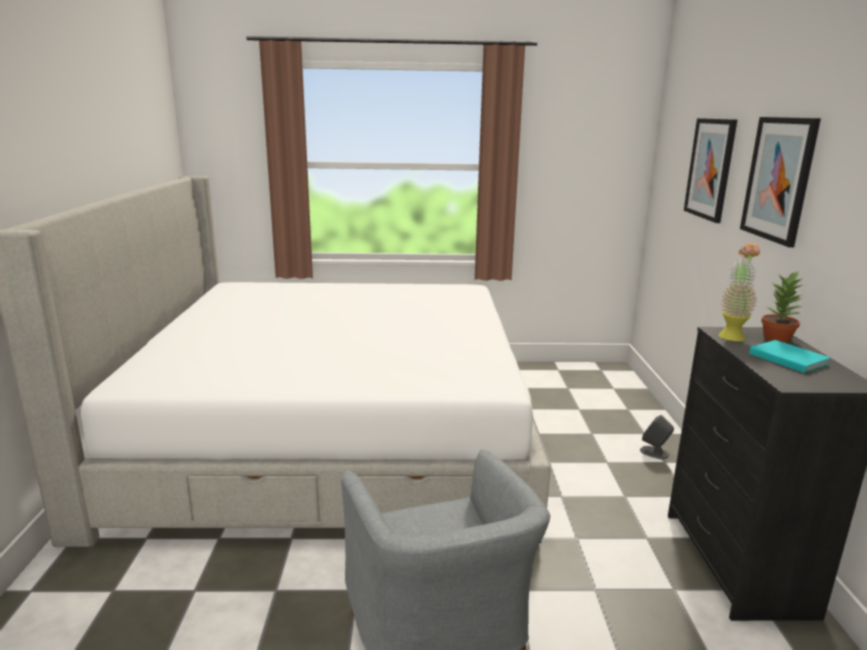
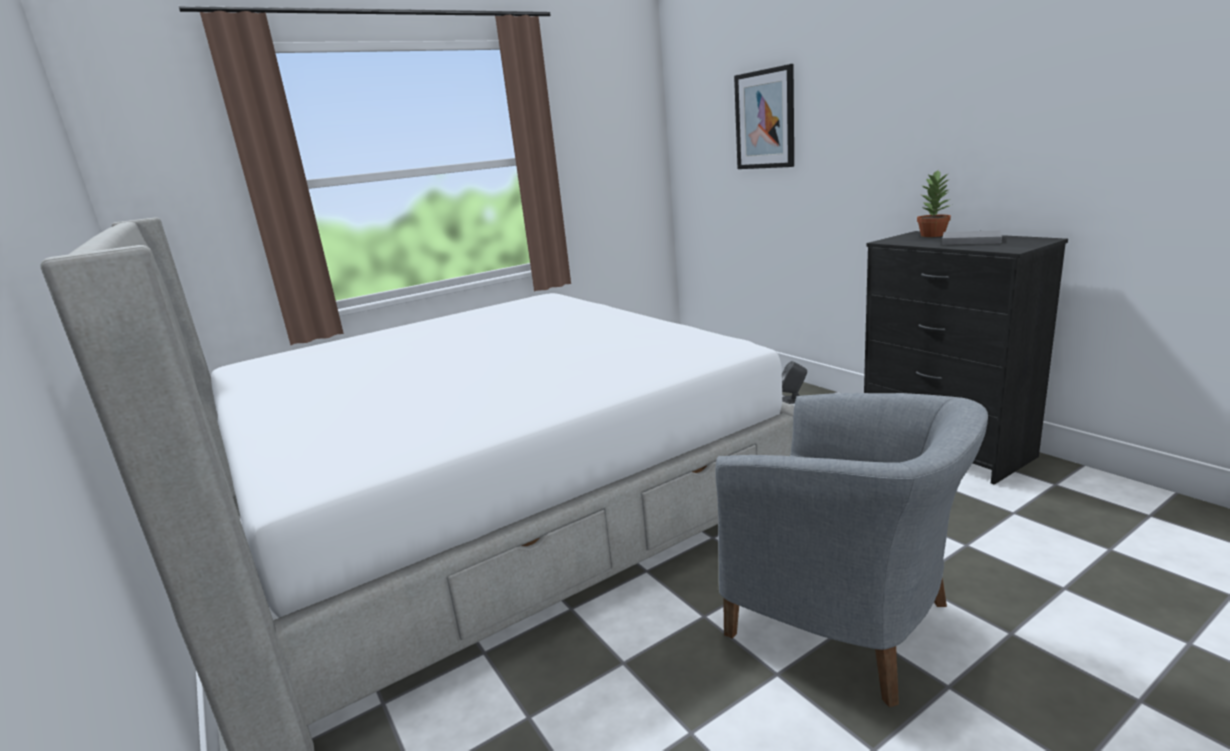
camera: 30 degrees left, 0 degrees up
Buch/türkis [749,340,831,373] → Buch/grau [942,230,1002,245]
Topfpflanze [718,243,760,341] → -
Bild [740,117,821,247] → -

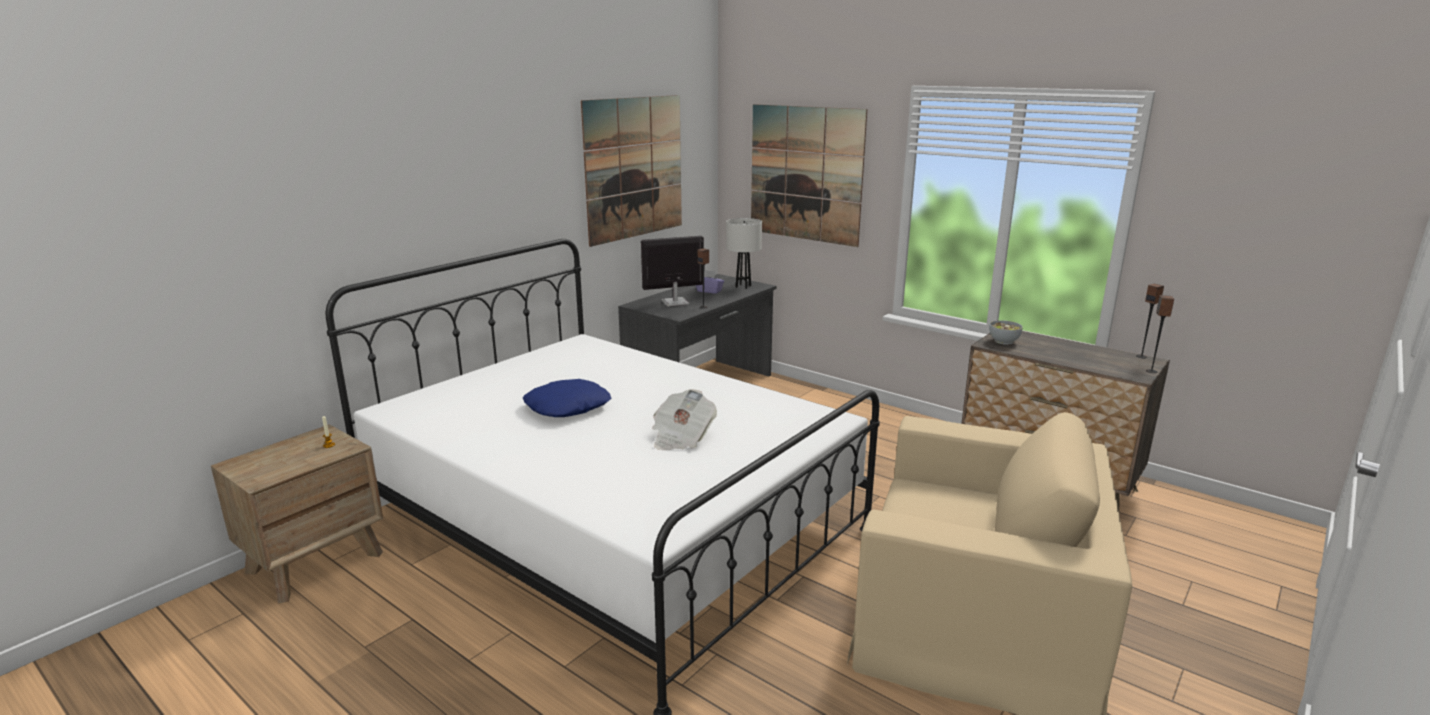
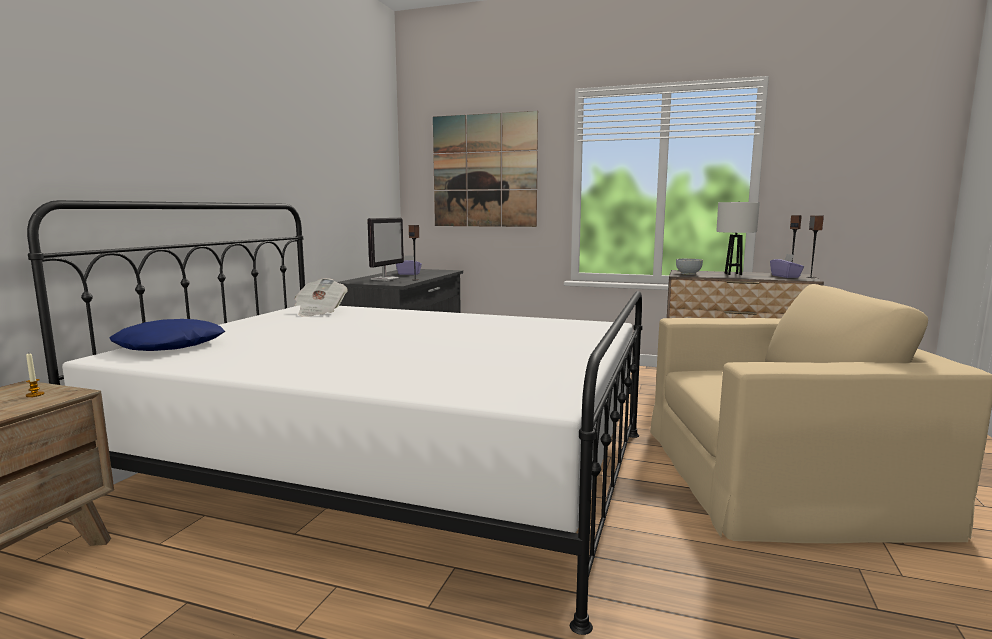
camera: 20 degrees left, 10 degrees down
Kissen/blau [523,379,612,417] → Kissen/blau [109,319,225,351], move
Zeitung [652,389,717,451] → Zeitung [295,278,348,317], move
Monitor [641,236,704,307] → Monitor [367,218,404,281], 150 degrees clockwise
Tischlampe/weiß [726,218,762,289] → Tischlampe/weiß [716,202,760,275], move
- → Taschentuchbox/lila [770,254,804,278]
Bild [581,95,682,247] → -

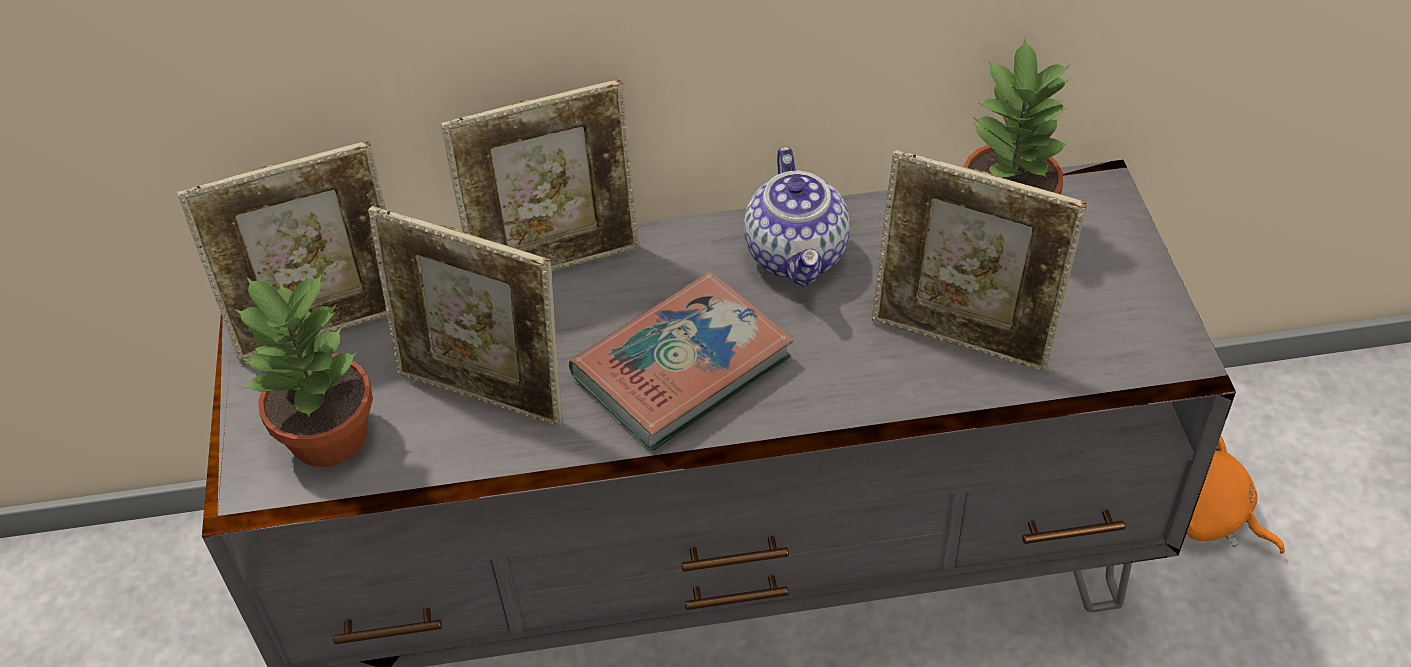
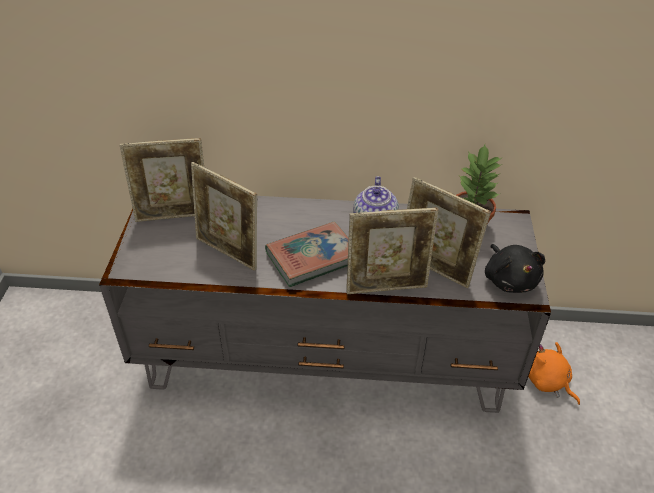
camera: 10 degrees right, 5 degrees down
Bilderrahmen [441,79,640,272] → Bilderrahmen [346,208,439,294], move
- → Plüschtier/schwarz [485,244,545,293]
Topfpflanze [234,273,373,467] → -

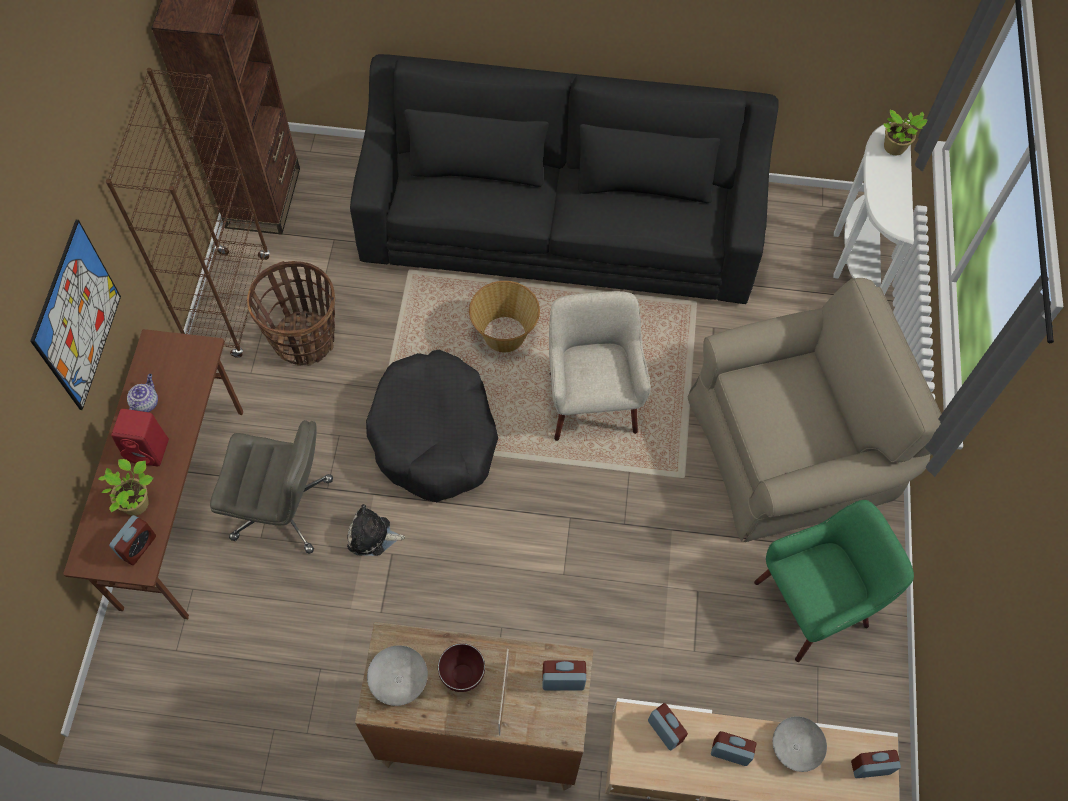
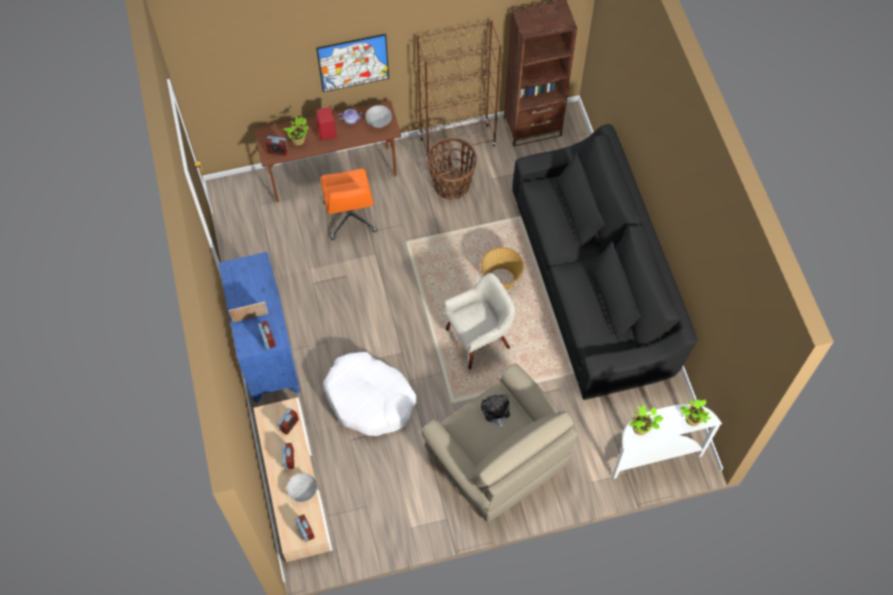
camera: 70 degrees right, 0 degrees up
Kommode/braun [355,622,594,791] → Kommode/blau [218,252,300,403]
Bürostuhl/grau [210,420,333,554] → Bürostuhl/orange [321,169,377,240]
- → Hundebett/weiß [323,352,417,436]
Schüssel/grau [367,645,428,706] → Schüssel/grau [365,105,392,128], move
Plüschtier [347,504,405,556] → Plüschtier [481,394,510,429], move
- → Topfpflanze [630,404,664,435]
Hundebett/schwarz [366,350,498,502] → -
Schüssel/braun [438,643,485,692] → -
Sessel/grün [754,500,914,662] → -

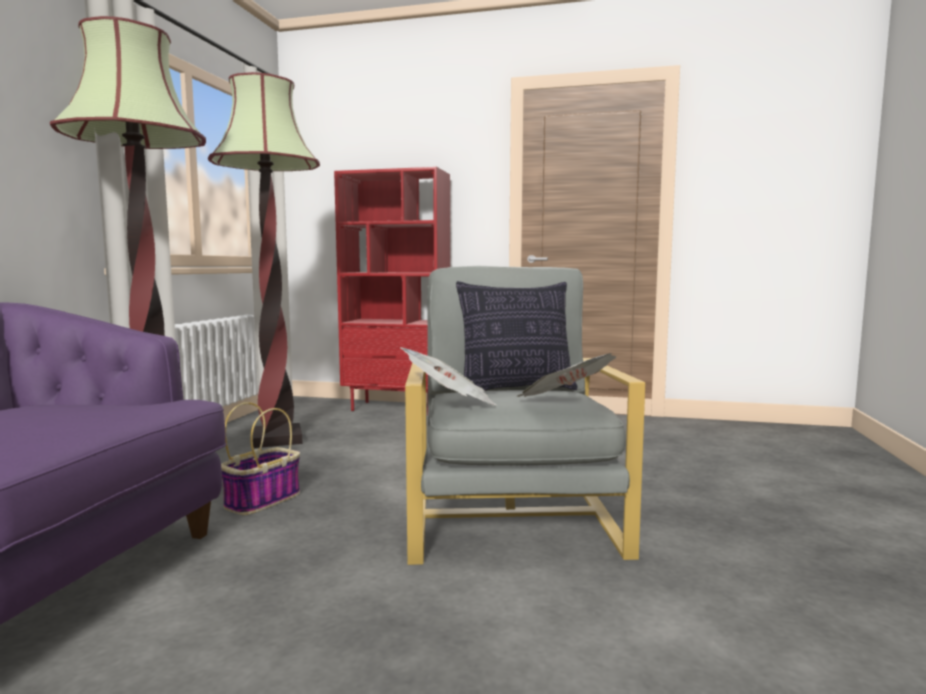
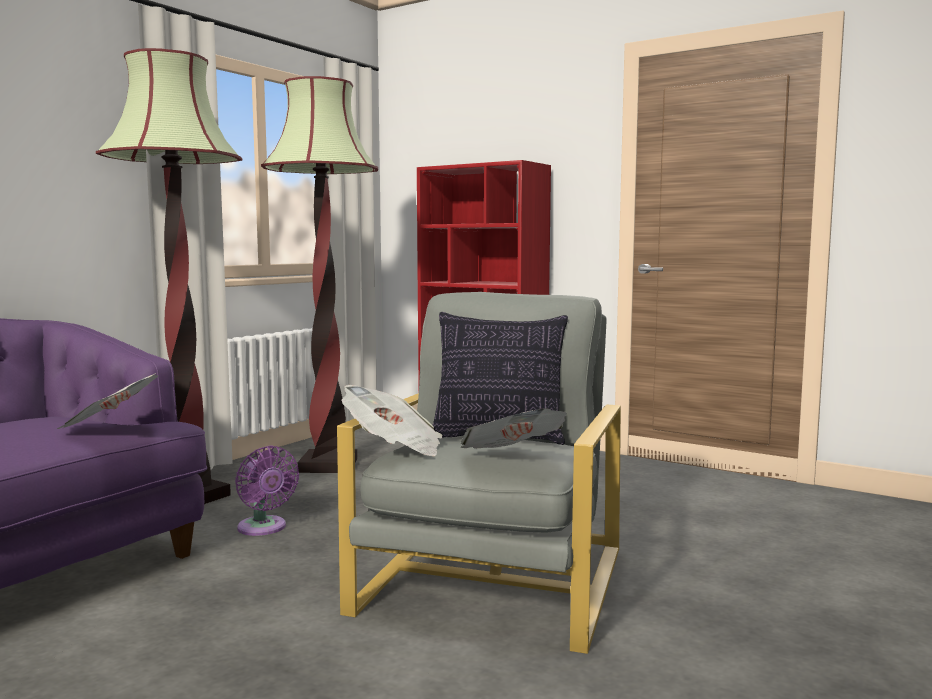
camera: 20 degrees right, 0 degrees up
- → Zeitung [57,373,159,429]
Korb [221,402,300,515] → Ventilator/lila [235,446,299,536]

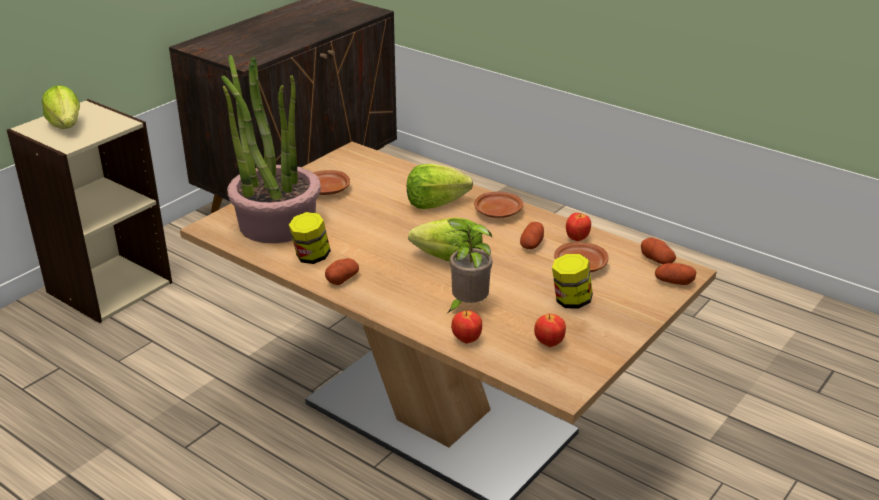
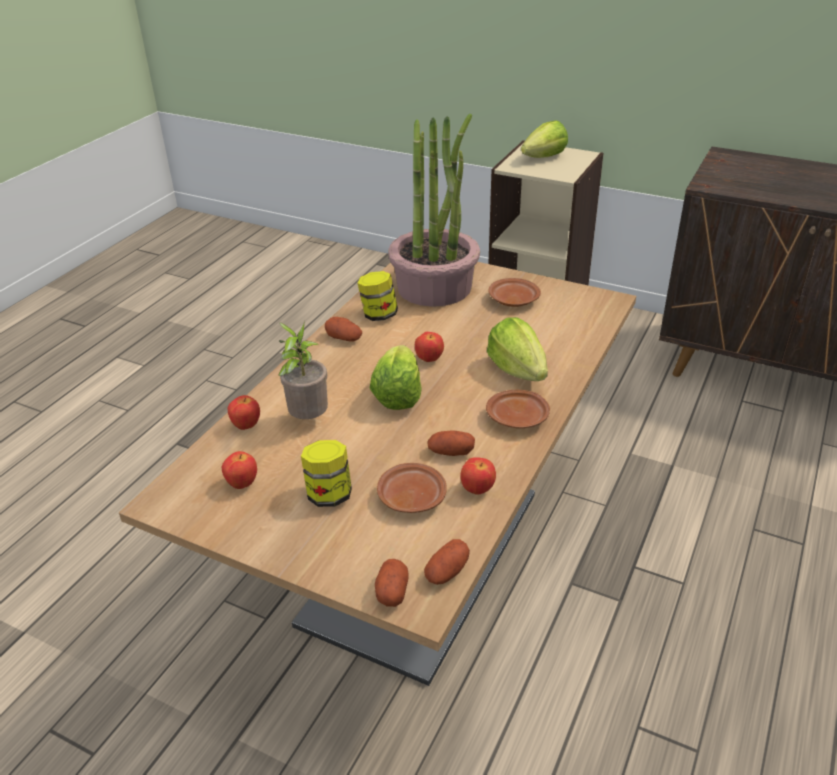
camera: 80 degrees right, 5 degrees up
- → Apfel [415,332,444,362]

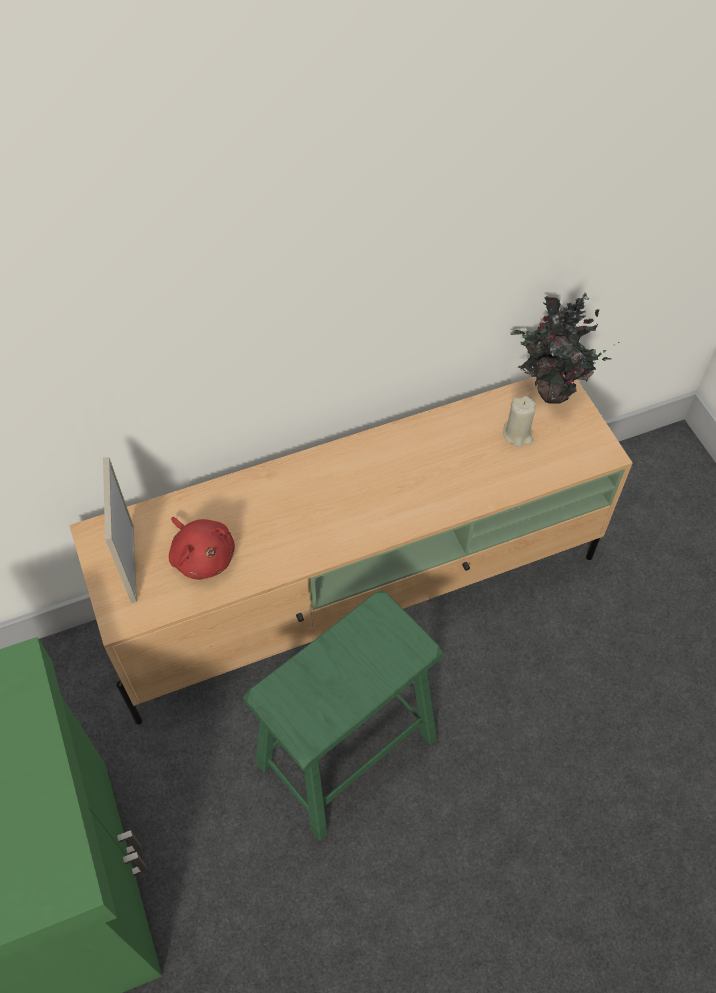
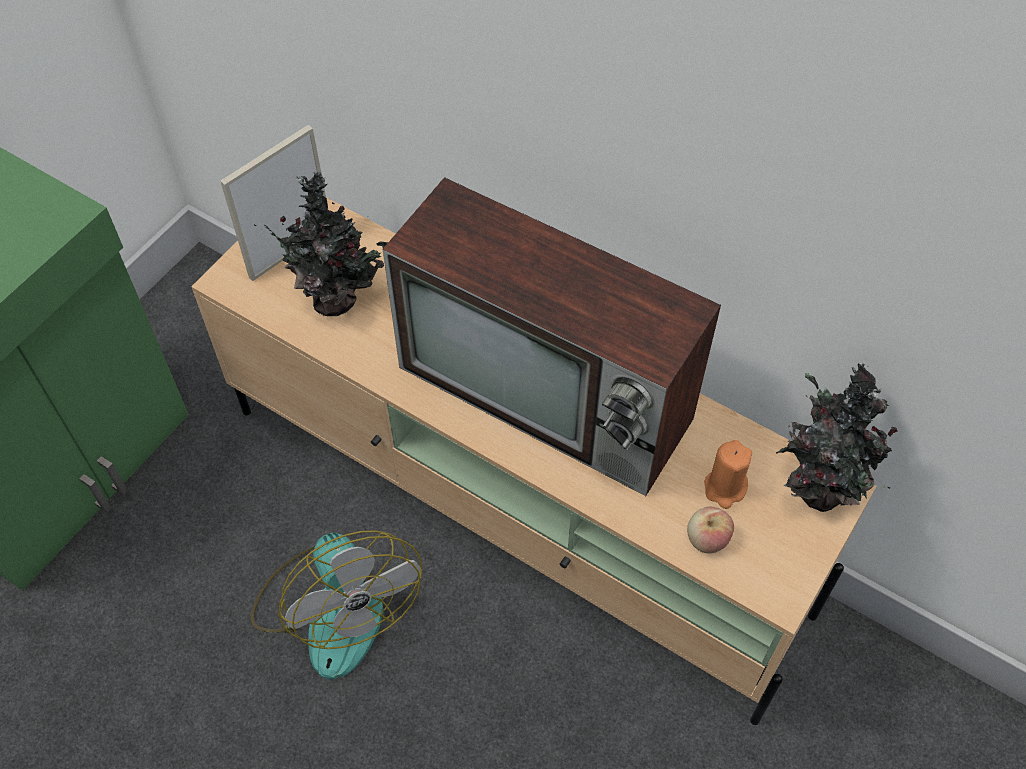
camera: 55 degrees right, 0 degrees up
Hocker/grün [243,590,443,840] → Ventilator [250,530,422,680]
Plüschtier/rot [169,517,235,580] → Topfpflanze [254,172,388,316]
- → Fernseher [383,177,721,496]
- → Apfel [687,507,734,553]
Kerze/beige [503,396,536,447] → Kerze/orange [704,440,752,509]

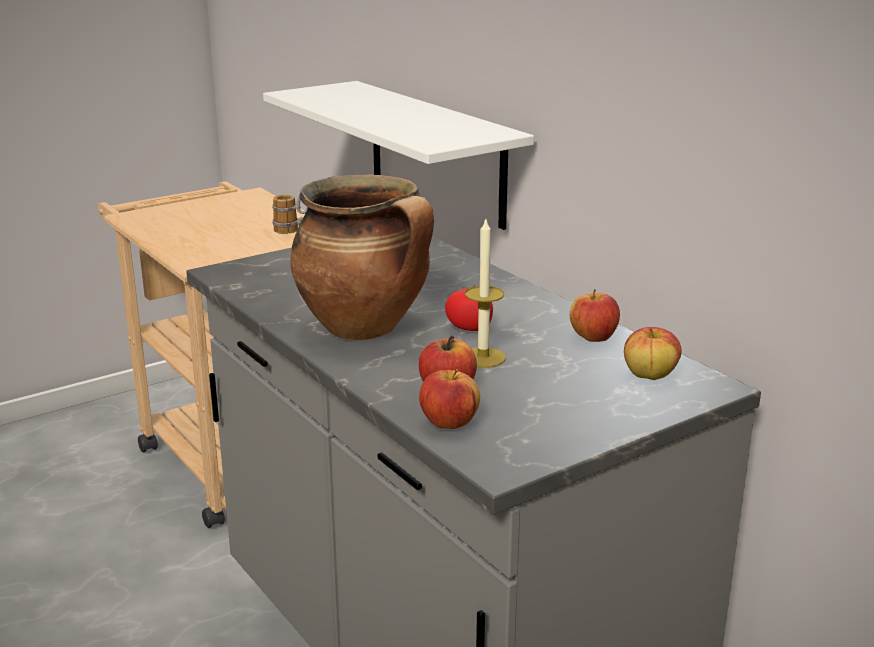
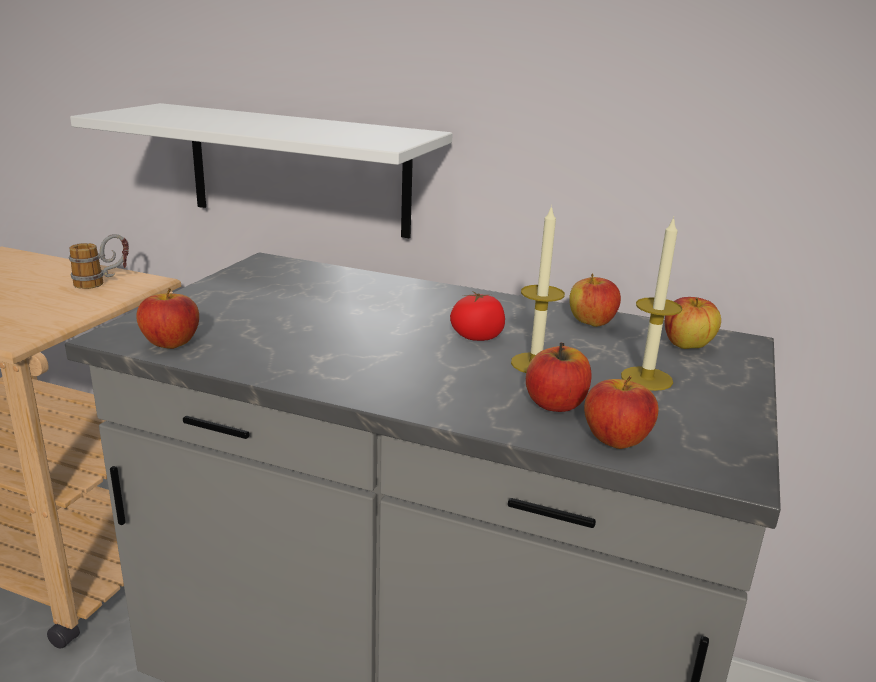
camera: 35 degrees left, 0 degrees up
- → Apfel [136,288,199,349]
- → Kerze [621,217,682,391]
Kochtopf [290,174,434,340] → -

